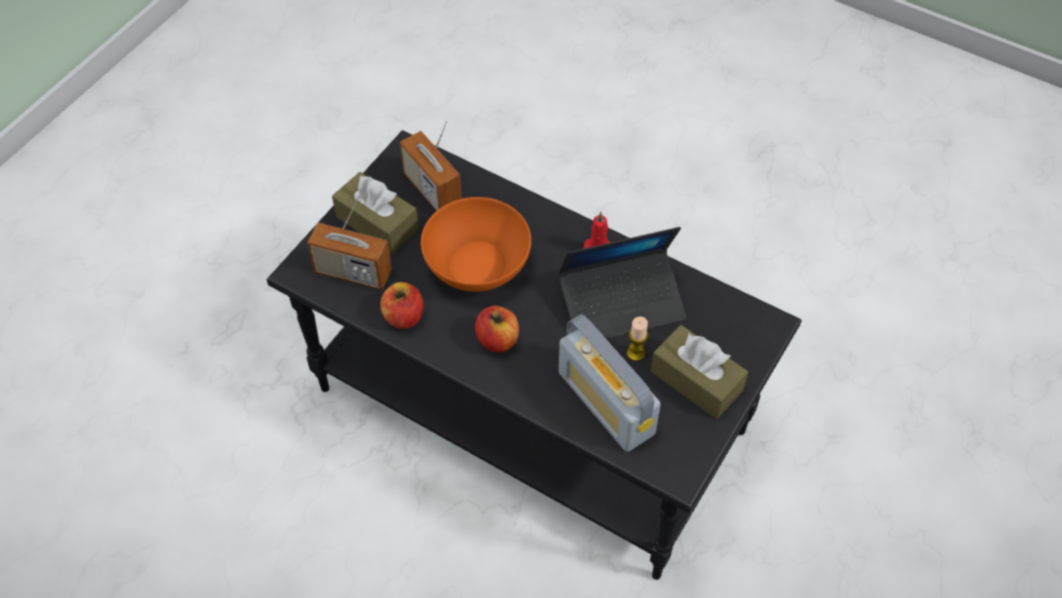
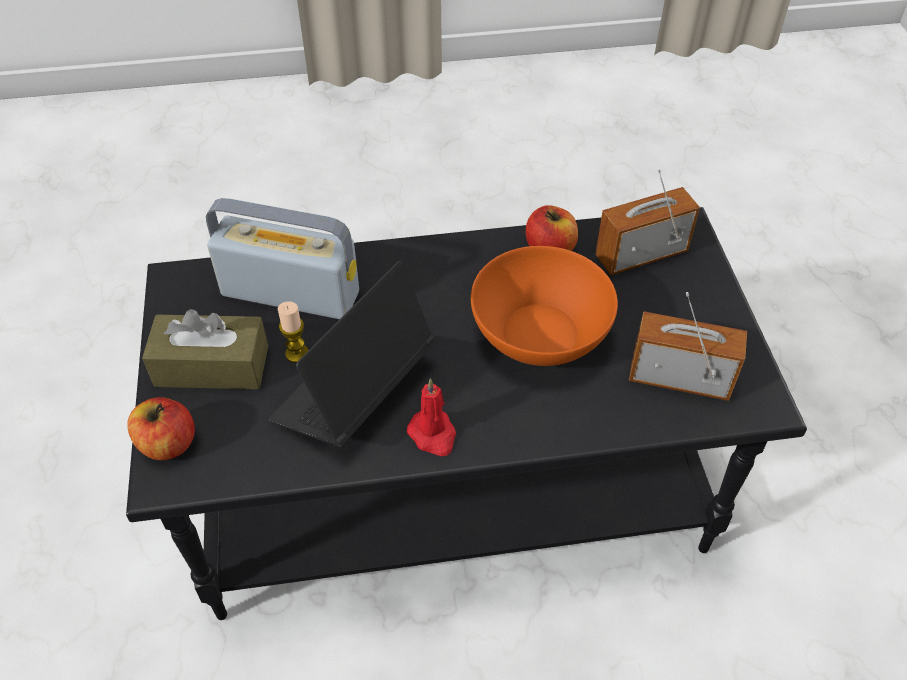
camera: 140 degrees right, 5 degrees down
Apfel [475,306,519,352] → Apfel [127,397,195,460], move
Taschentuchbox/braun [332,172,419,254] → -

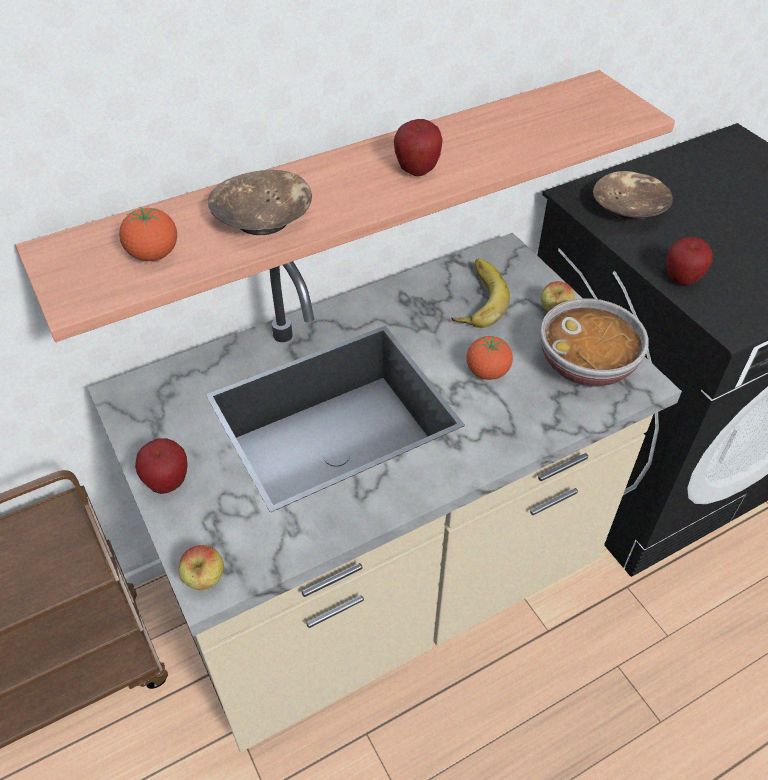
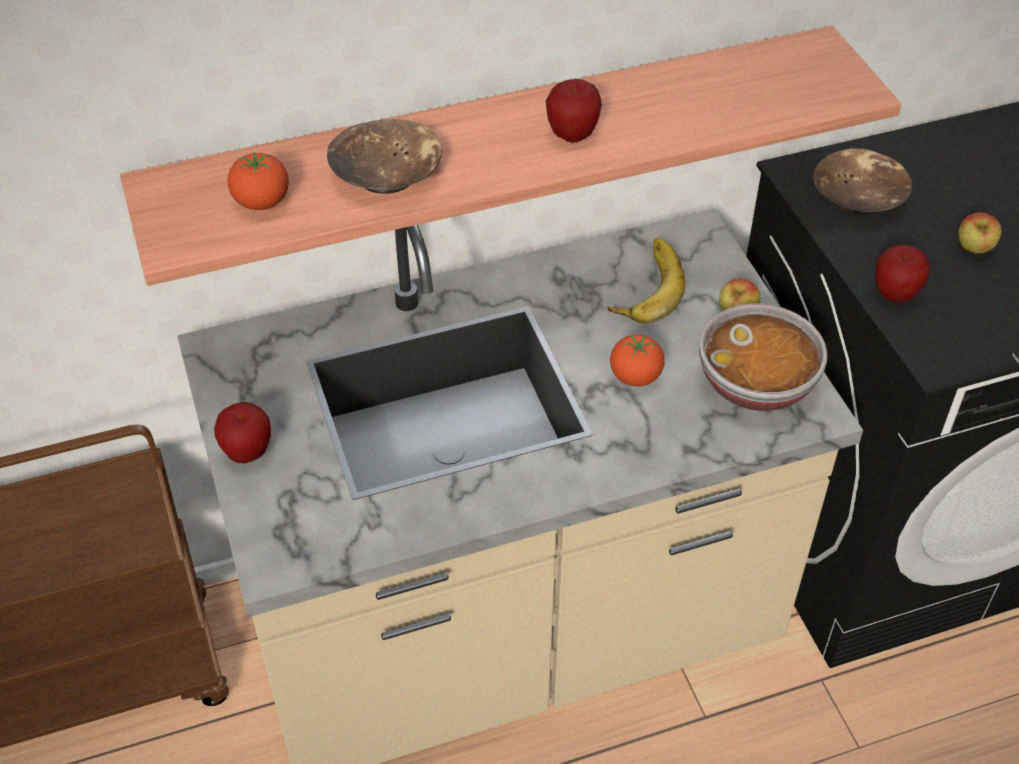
camera: 10 degrees right, 0 degrees up
Apfel [178,545,224,590] → Apfel [958,212,1002,254], move

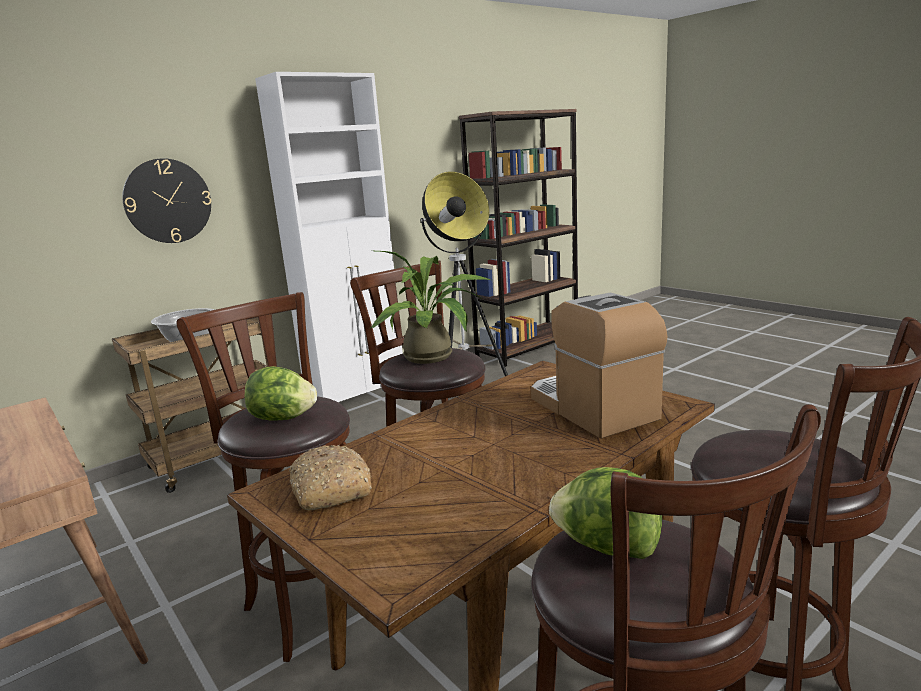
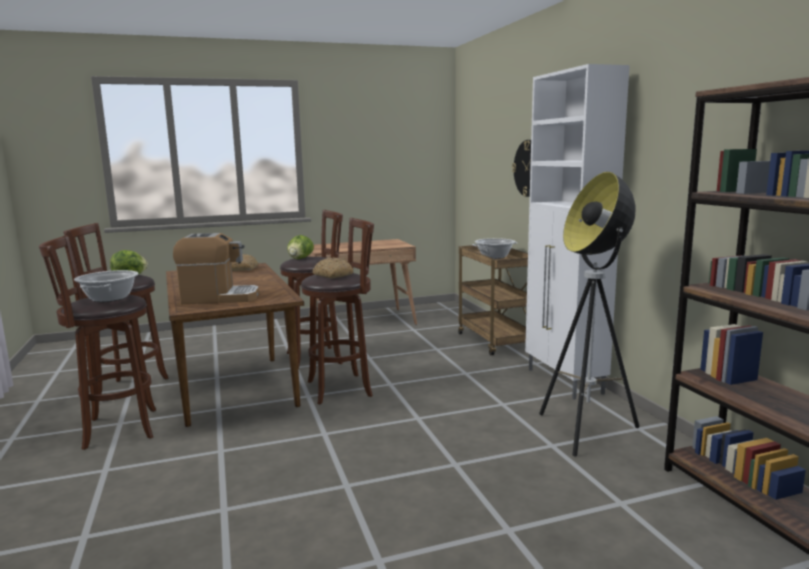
camera: 110 degrees right, 5 degrees down
- → Kochtopf [74,270,139,302]
Topfpflanze [370,251,490,364] → Brot [312,258,354,279]

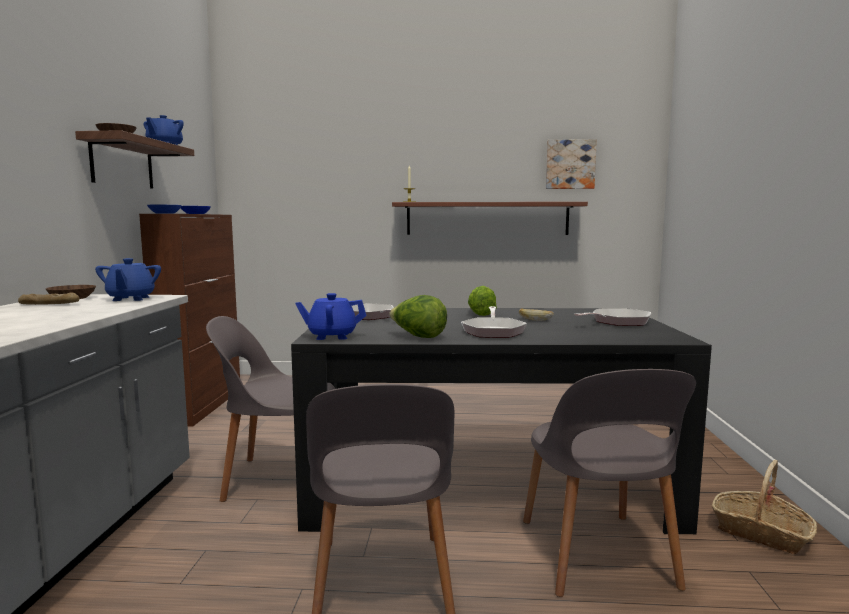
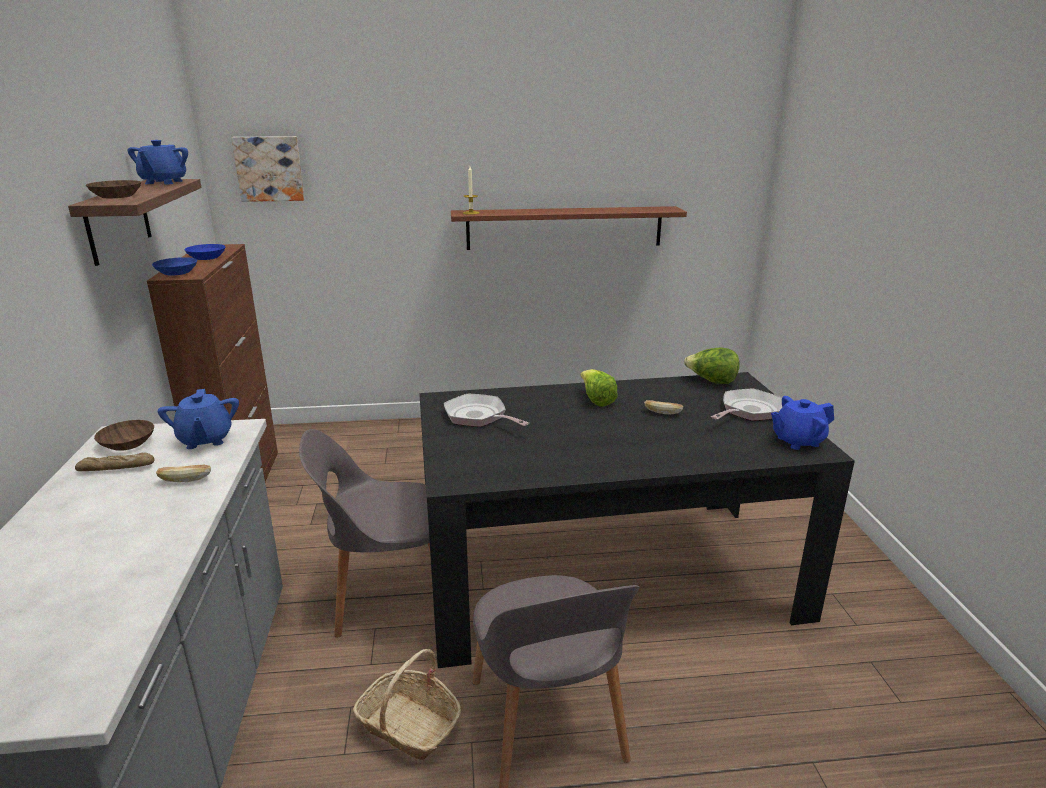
camera: 10 degrees left, 15 degrees up
- → Brot [156,465,211,482]
Bild [546,139,597,189] → Bild [231,136,305,202], move
Korb [712,460,817,554] → Korb [353,649,461,760], move
Salatkopf [389,295,447,338] → Salatkopf [684,348,740,384], move
Teekanne/blau [295,293,366,340] → Teekanne/blau [771,396,834,450], move
Pfanne [461,306,527,338] → -
Stuhl/grau [523,369,696,597] → -

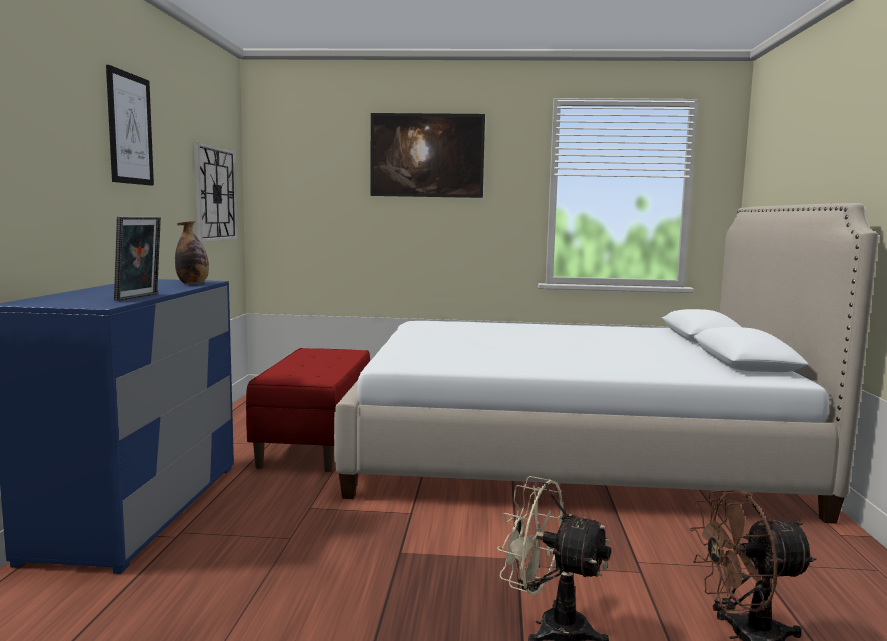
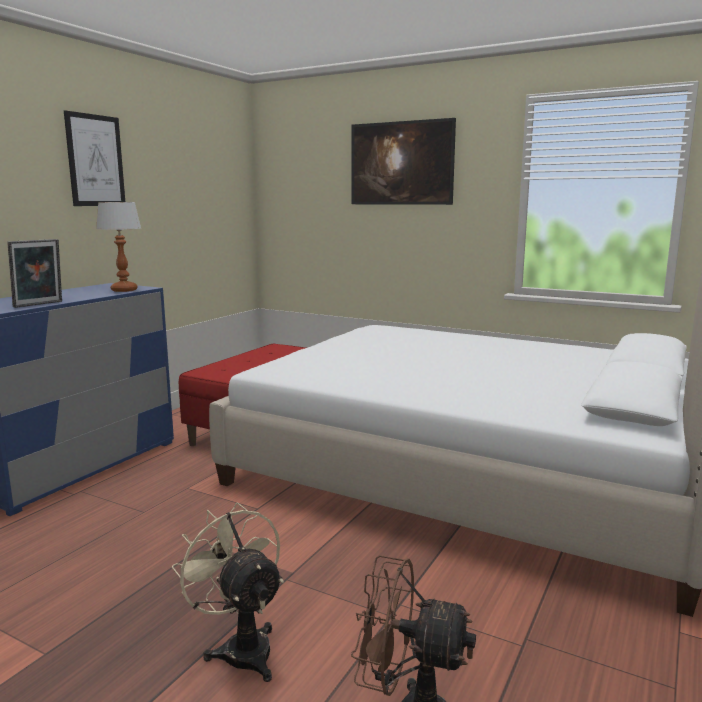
camera: 25 degrees right, 5 degrees up
Flasche [175,221,209,284] → Tischlampe [96,202,141,292]
Wanduhr [194,142,238,242] → -

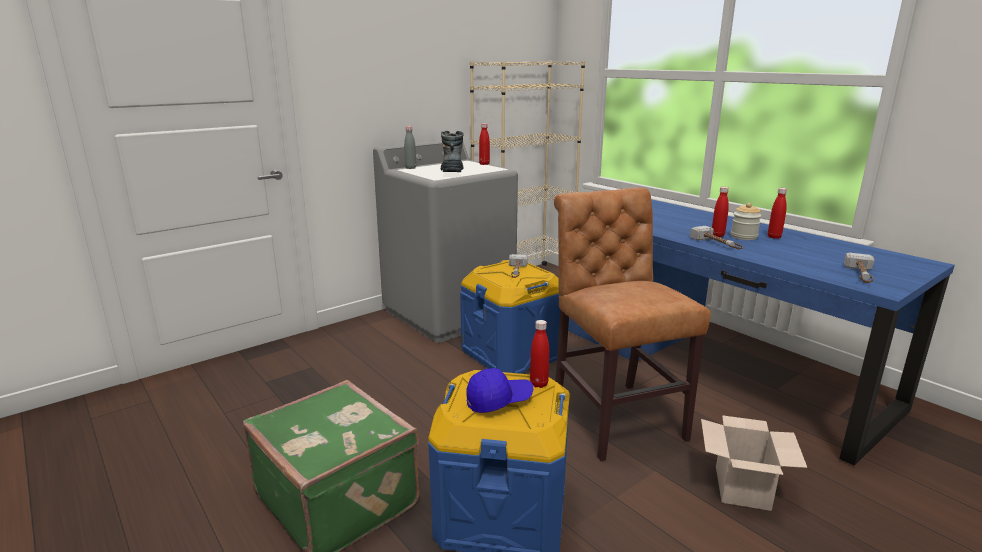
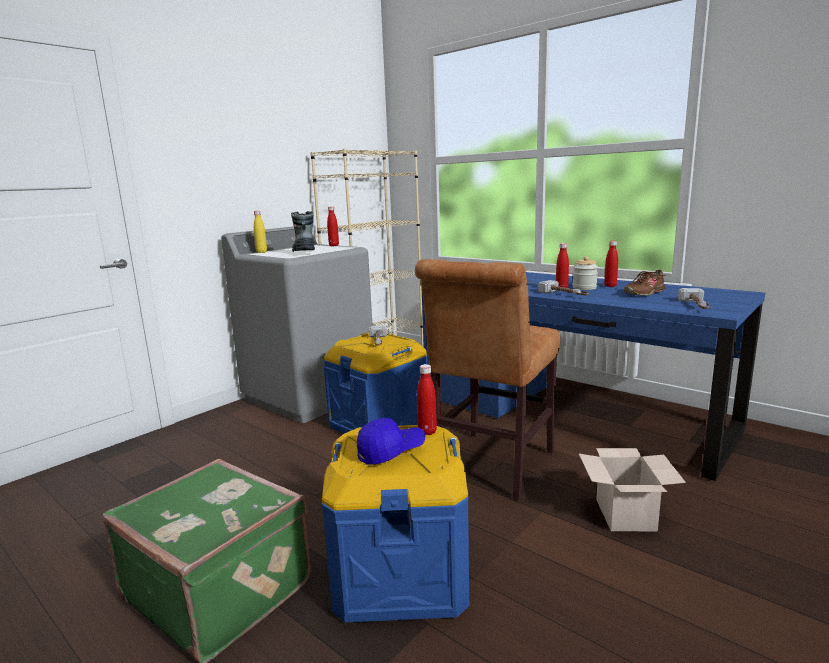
camera: 10 degrees left, 5 degrees down
Flasche/grau [404,126,416,169] → Flasche/gelb [254,211,267,253]
Stuhl/braun [554,187,711,461] → Stuhl/braun [415,259,560,500], 120 degrees counterclockwise
- → Schuh/braun [623,269,667,296]

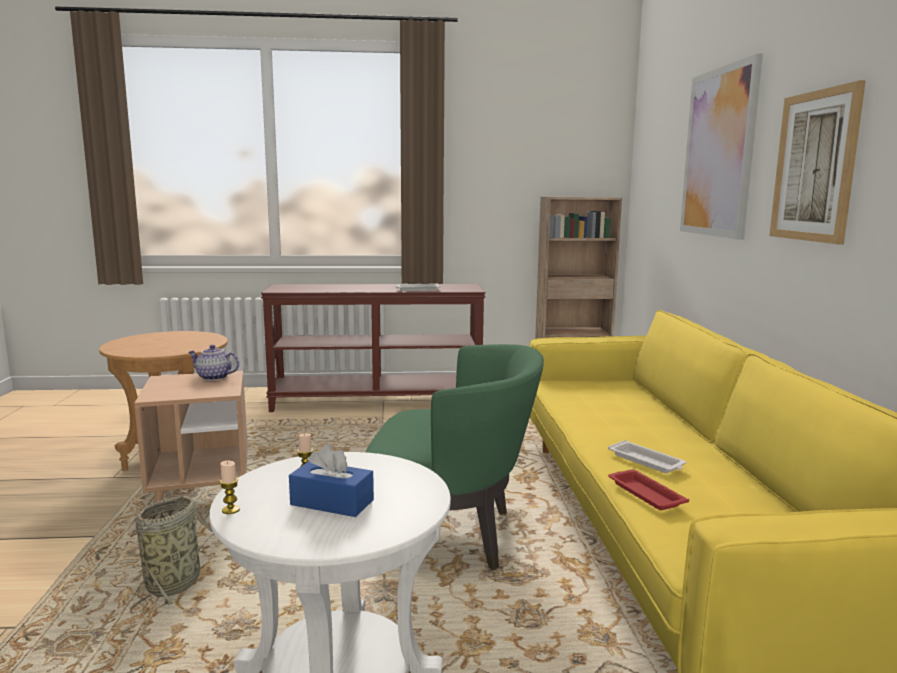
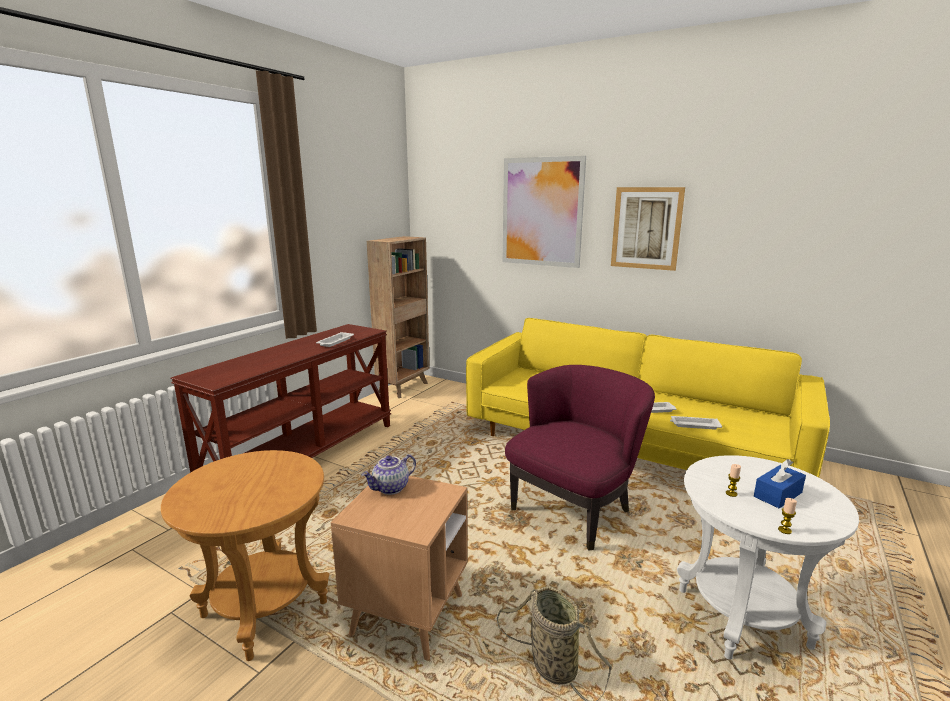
camera: 55 degrees left, 5 degrees up
Sessel/grün [365,344,544,570] → Sessel/lila [505,365,655,551]
Tablett/rot [608,469,689,510] → Tablett/weiß [670,416,722,429]

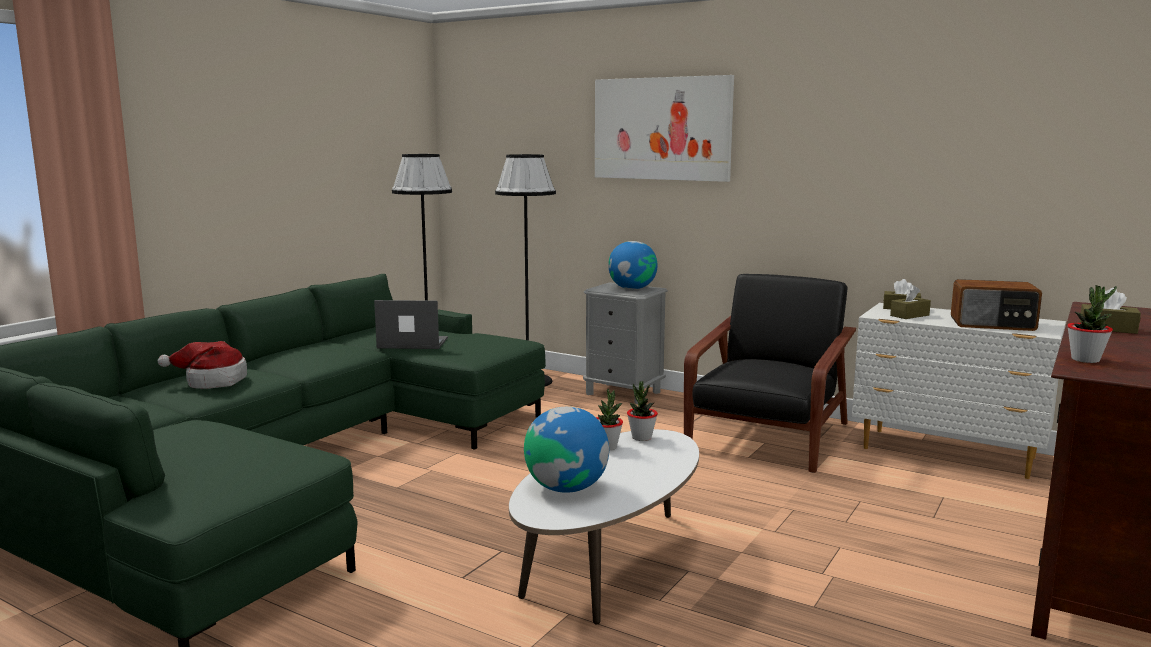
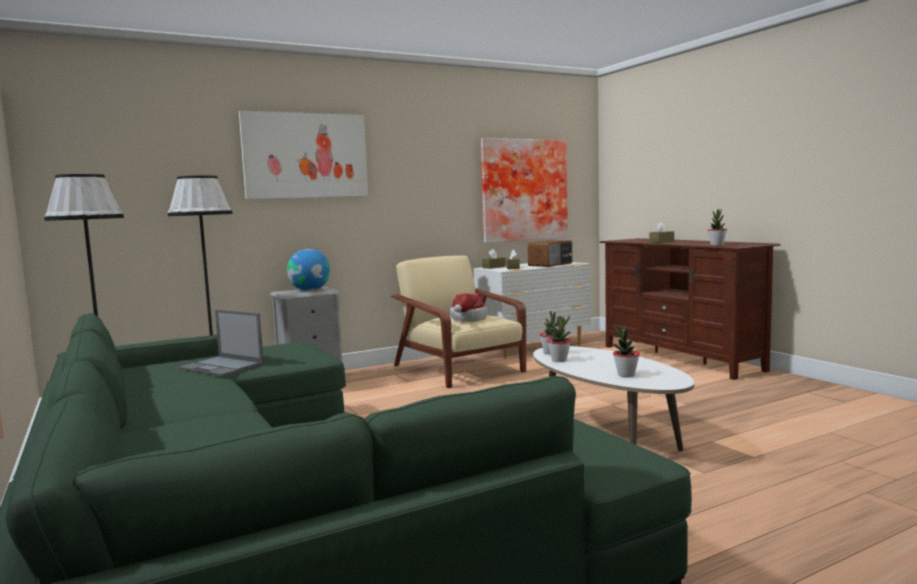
camera: 60 degrees left, 5 degrees down
Laptop [374,300,448,349] → Laptop [178,310,264,376], 90 degrees counterclockwise
Sessel/schwarz [684,274,856,473] → Sessel/beige [391,255,526,388]
Hut [158,341,247,389] → Hut [450,293,487,322], move
- → Bild [481,138,568,243]
Globus [524,407,609,493] → Topfpflanze [613,326,640,377]

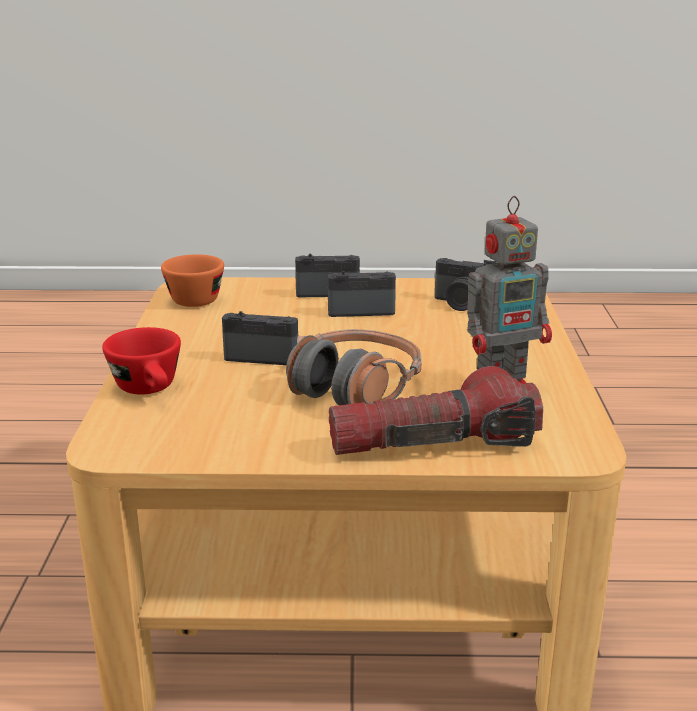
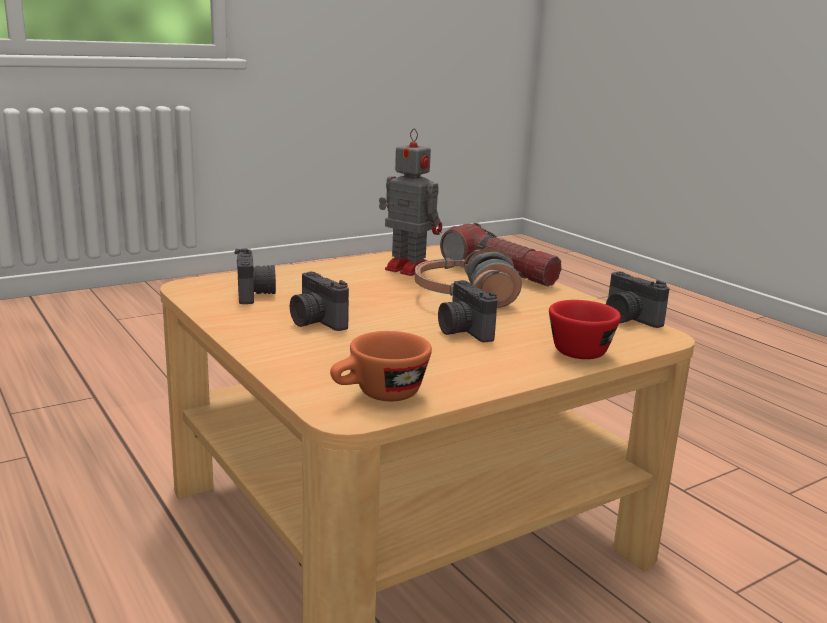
camera: 125 degrees left, 5 degrees down
Kamera [295,254,360,297] → Kamera [606,272,670,328], move

